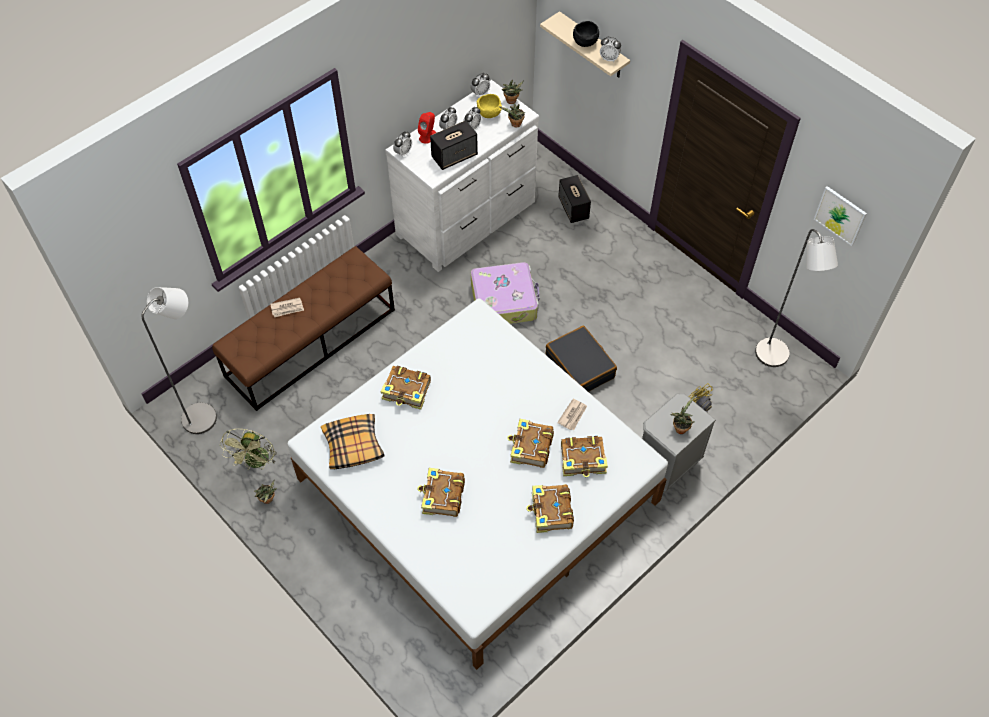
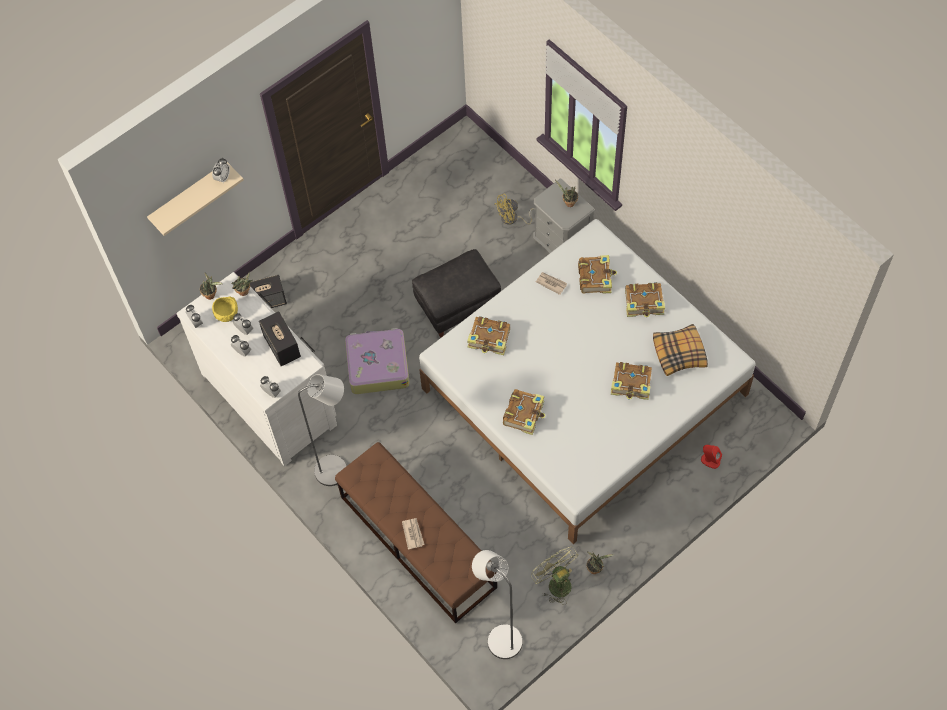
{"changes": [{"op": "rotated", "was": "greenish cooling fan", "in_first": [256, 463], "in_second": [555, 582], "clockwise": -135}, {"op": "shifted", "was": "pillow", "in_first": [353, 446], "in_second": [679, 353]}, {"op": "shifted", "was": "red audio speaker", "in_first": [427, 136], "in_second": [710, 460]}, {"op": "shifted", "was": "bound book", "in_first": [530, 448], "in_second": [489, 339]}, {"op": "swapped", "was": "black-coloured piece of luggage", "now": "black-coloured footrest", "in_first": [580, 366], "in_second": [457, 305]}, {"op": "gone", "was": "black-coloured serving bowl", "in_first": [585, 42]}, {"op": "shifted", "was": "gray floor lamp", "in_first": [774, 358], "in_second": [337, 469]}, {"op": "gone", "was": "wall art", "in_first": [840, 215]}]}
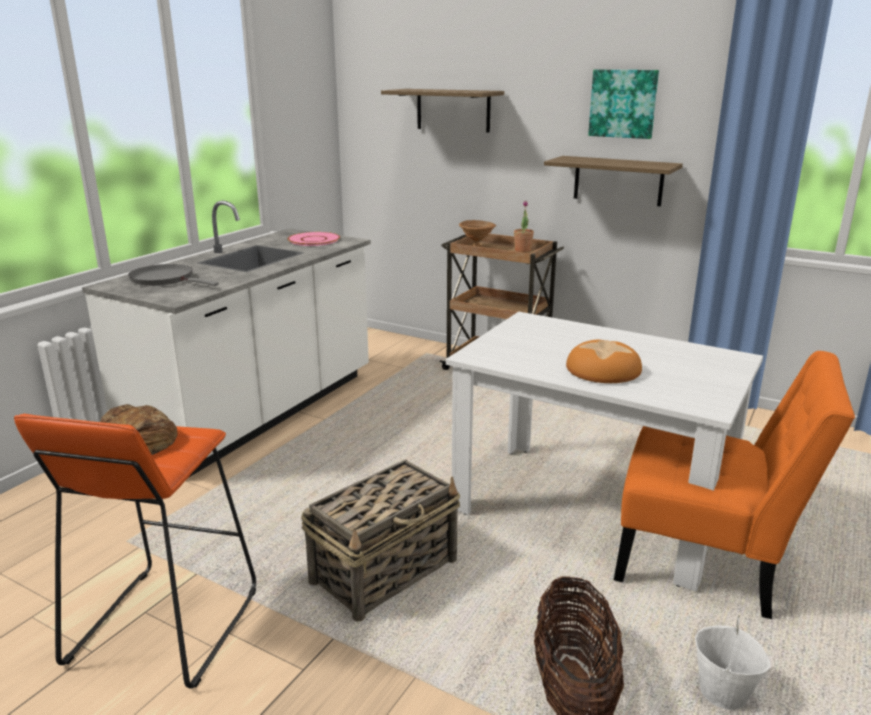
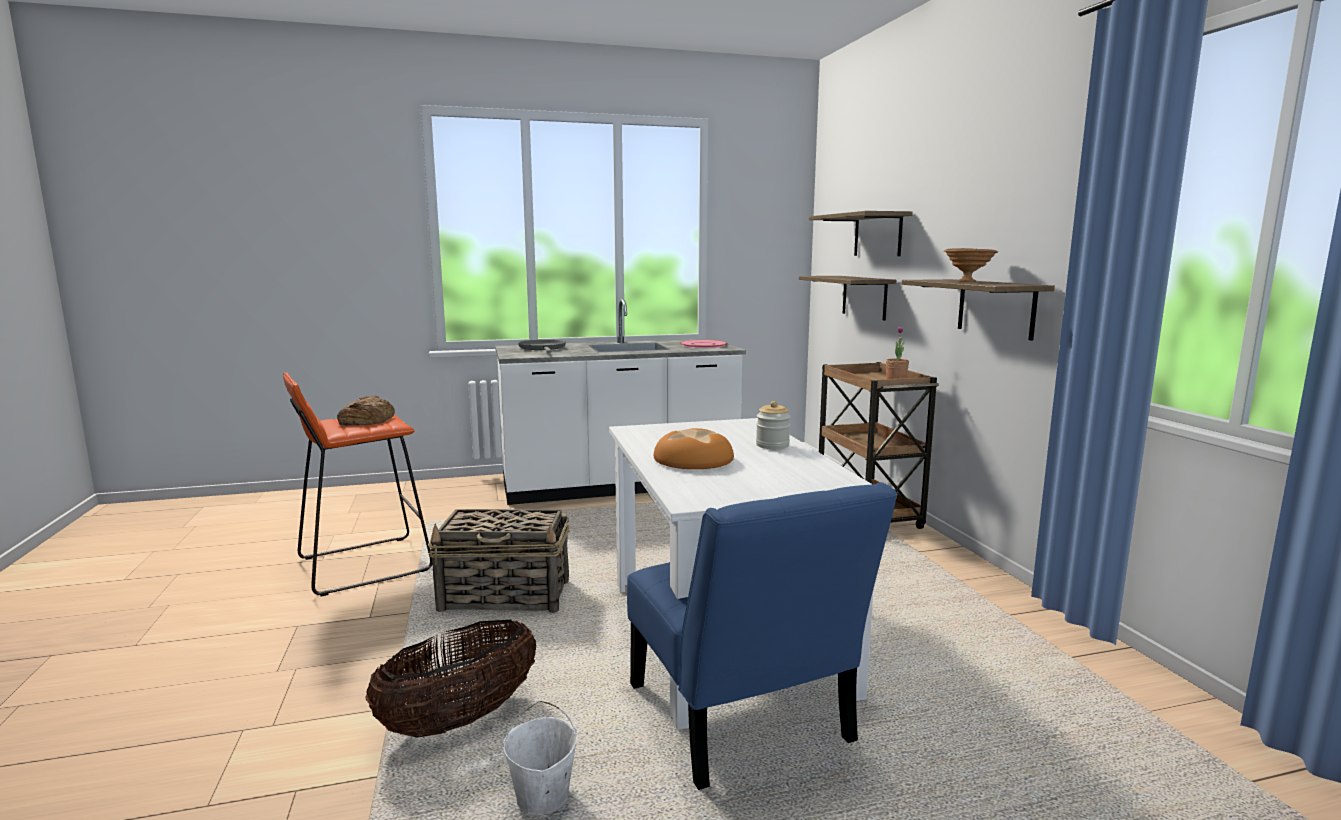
{"changes": [{"op": "shifted", "was": "brown-coloured serving bowl", "in_first": [477, 247], "in_second": [968, 282]}, {"op": "gone", "was": "wall art", "in_first": [623, 103]}, {"op": "repainted", "was": "orangey plain chair", "now": "blue-coloured plain chair", "in_first": [707, 561], "in_second": [742, 720]}, {"op": "new", "now": "preserve jar", "in_second": [772, 445]}, {"op": "new", "now": "bracket shelf", "in_second": [864, 297]}]}
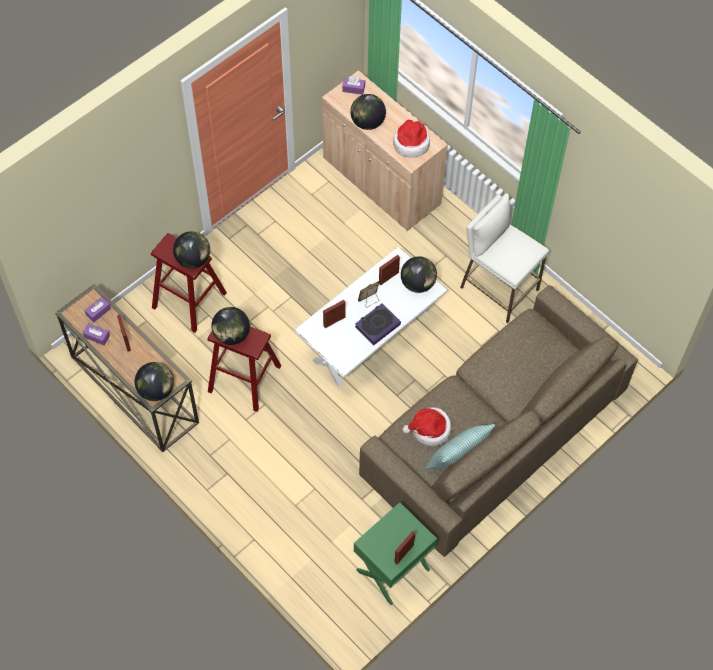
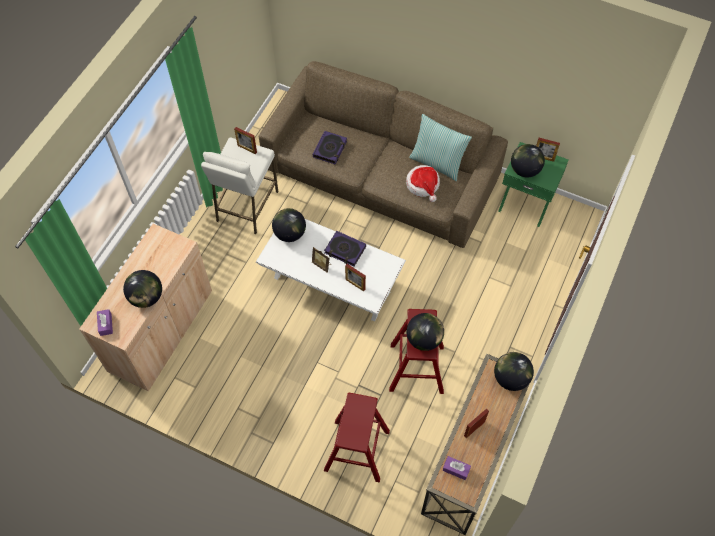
{"changes": [{"op": "gone", "was": "purple box of tissues", "in_first": [97, 336]}, {"op": "shifted", "was": "desk globe", "in_first": [193, 259], "in_second": [525, 170]}, {"op": "shifted", "was": "picture frame", "in_first": [388, 278], "in_second": [247, 149]}, {"op": "gone", "was": "wearable hat", "in_first": [411, 143]}, {"op": "new", "now": "bound book", "in_second": [330, 149]}]}
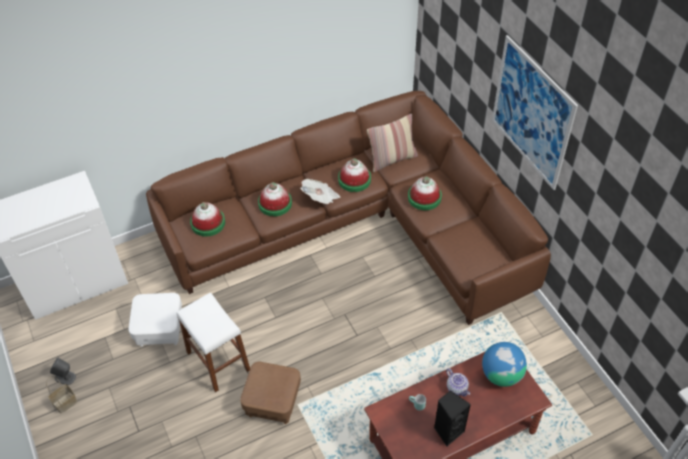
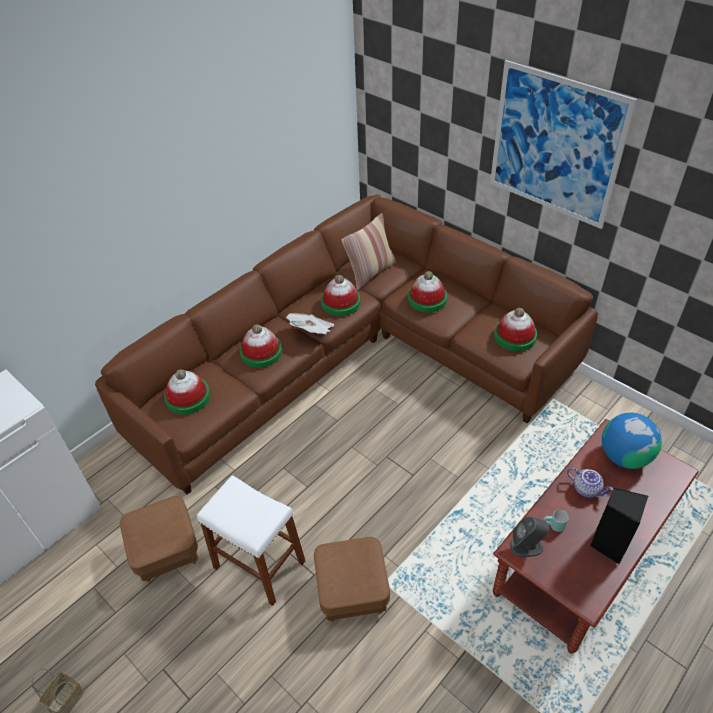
{"changes": [{"op": "shifted", "was": "gray audio speaker", "in_first": [65, 377], "in_second": [527, 546]}, {"op": "repainted", "was": "white footrest", "now": "brown-coloured footrest", "in_first": [160, 330], "in_second": [166, 551]}, {"op": "new", "now": "wearable hat", "in_second": [514, 336]}]}
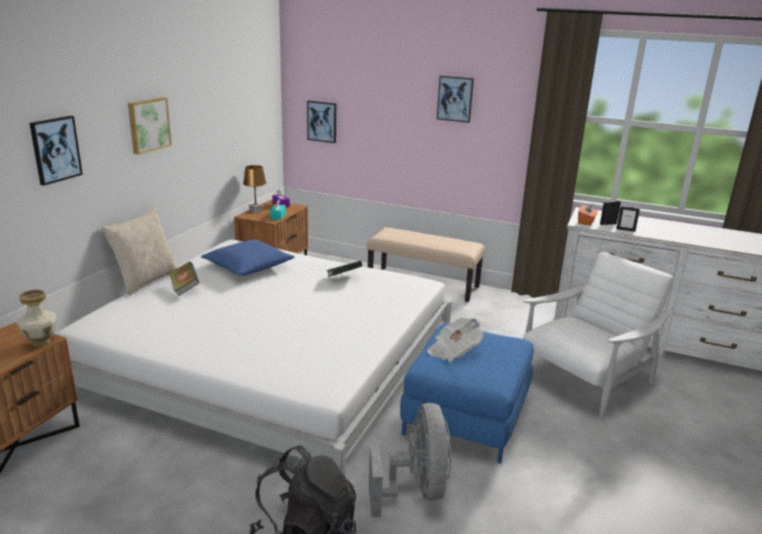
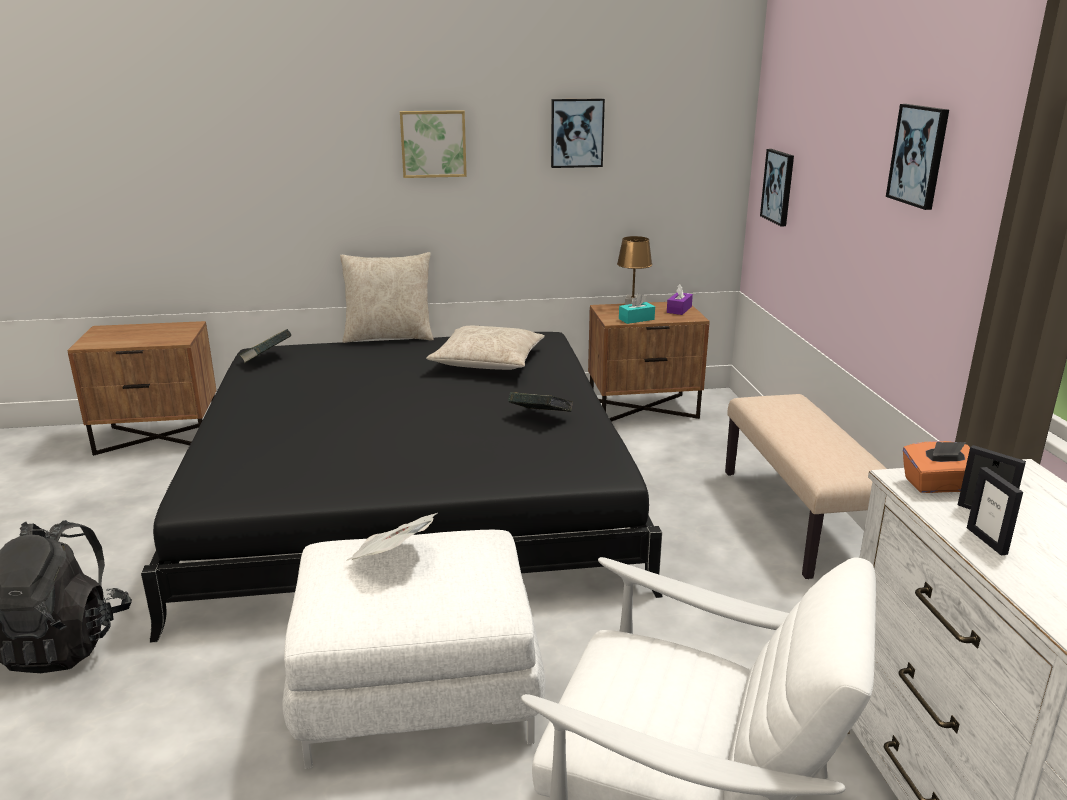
{"changes": [{"op": "gone", "was": "decorative vase", "in_first": [41, 342]}, {"op": "shifted", "was": "wall art", "in_first": [55, 149], "in_second": [577, 133]}, {"op": "repainted", "was": "white bedroom bed", "now": "black-coloured bedroom bed", "in_first": [271, 363], "in_second": [411, 491]}, {"op": "shifted", "was": "bound book", "in_first": [184, 288], "in_second": [267, 360]}, {"op": "repainted", "was": "blue-coloured pillow", "now": "sand-coloured pillow", "in_first": [248, 266], "in_second": [487, 361]}, {"op": "gone", "was": "gray cooling fan", "in_first": [416, 490]}, {"op": "repainted", "was": "blue-coloured footrest", "now": "white footrest", "in_first": [465, 415], "in_second": [419, 688]}]}
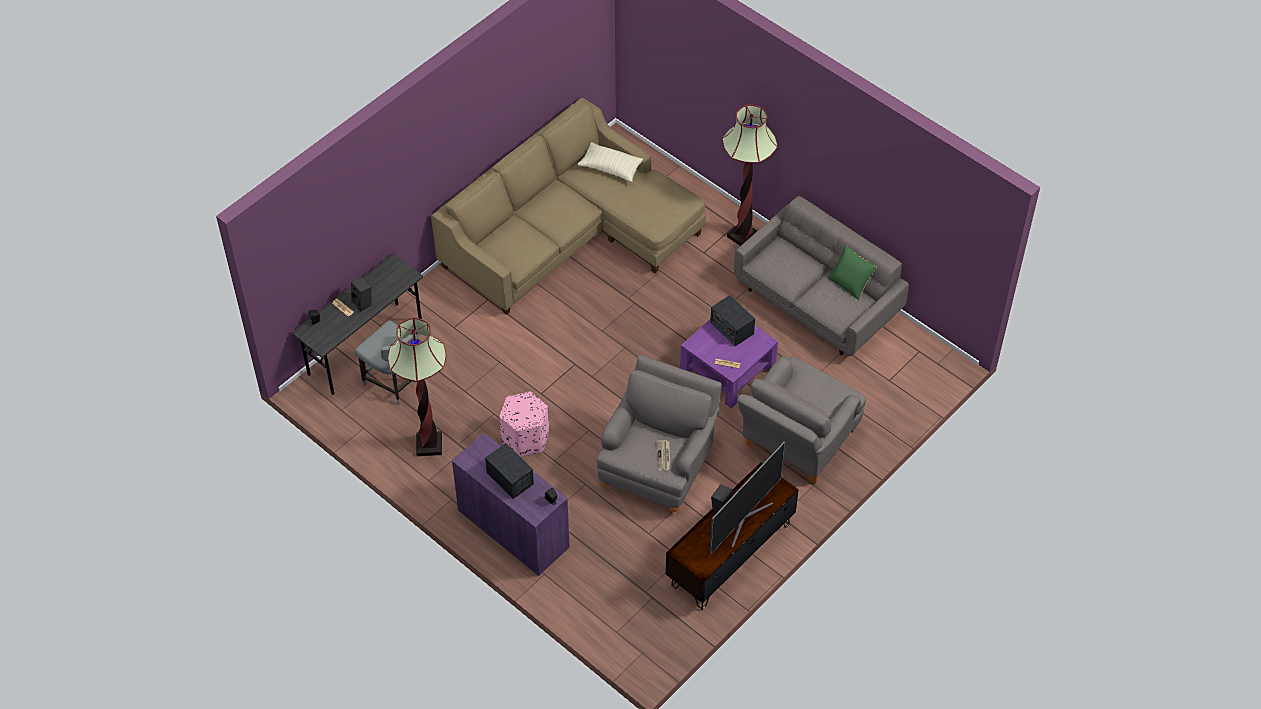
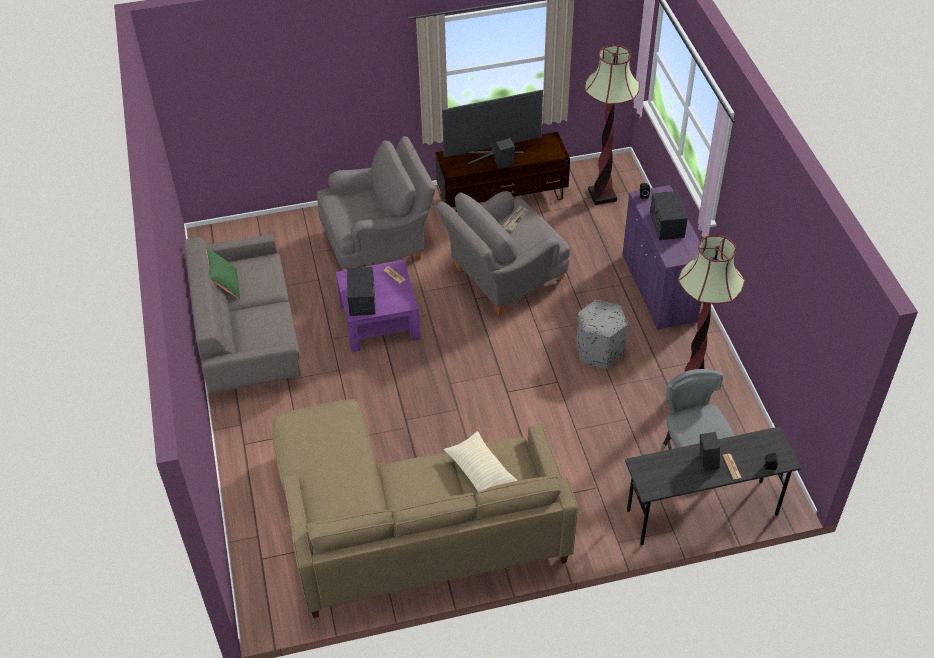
{"changes": [{"op": "repainted", "was": "pink footrest", "now": "gray footrest", "in_first": [525, 438], "in_second": [599, 351]}, {"op": "shifted", "was": "sand-coloured pillow", "in_first": [611, 167], "in_second": [480, 471]}, {"op": "shifted", "was": "floor lamp", "in_first": [743, 236], "in_second": [602, 195]}]}
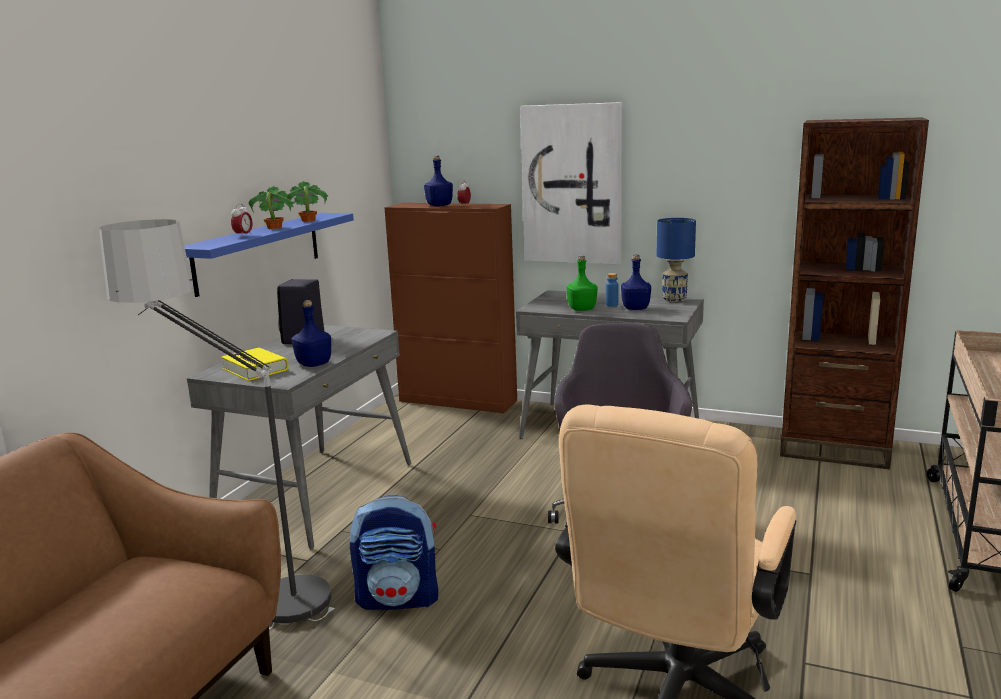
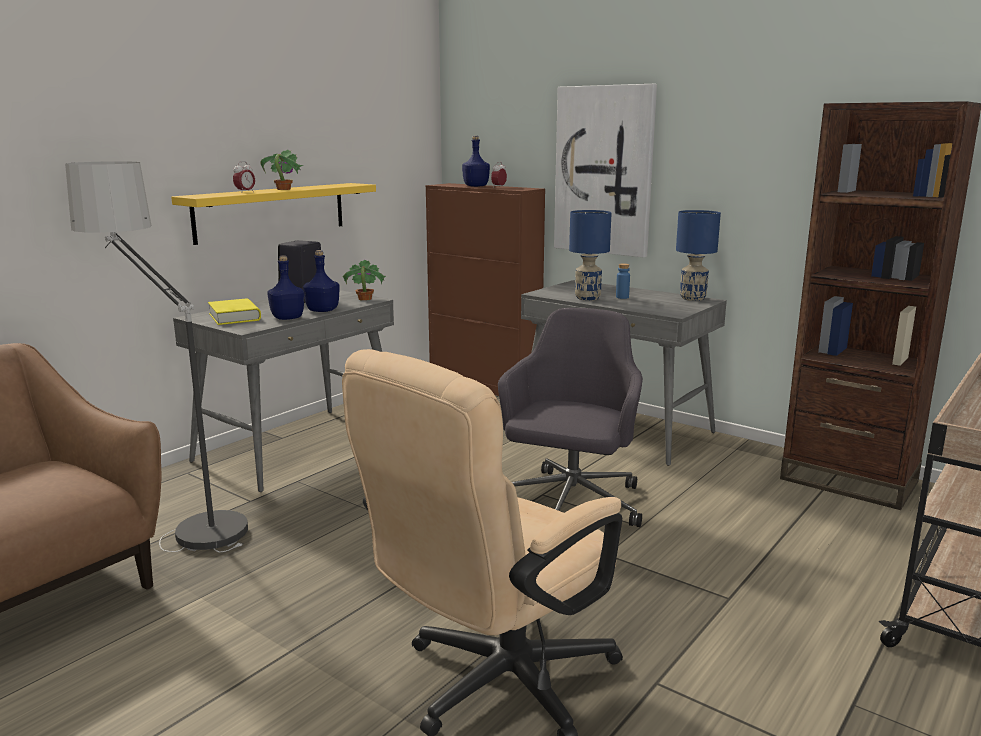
{"changes": [{"op": "repainted", "was": "blue-coloured bracket shelf", "now": "yellow-coloured bracket shelf", "in_first": [259, 252], "in_second": [271, 212]}, {"op": "shifted", "was": "houseplant", "in_first": [308, 221], "in_second": [364, 299]}, {"op": "gone", "was": "backpack", "in_first": [399, 599]}, {"op": "swapped", "was": "greenish bottle", "now": "blue-coloured table lamp", "in_first": [582, 309], "in_second": [588, 298]}, {"op": "shifted", "was": "blue-coloured bottle", "in_first": [635, 308], "in_second": [323, 310]}]}
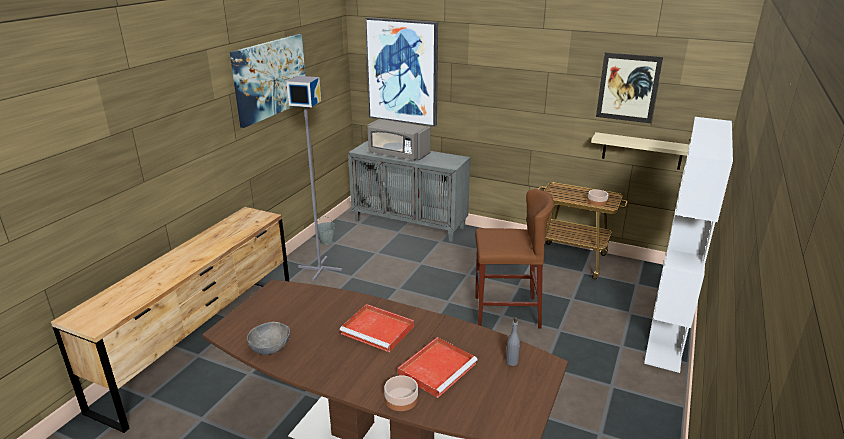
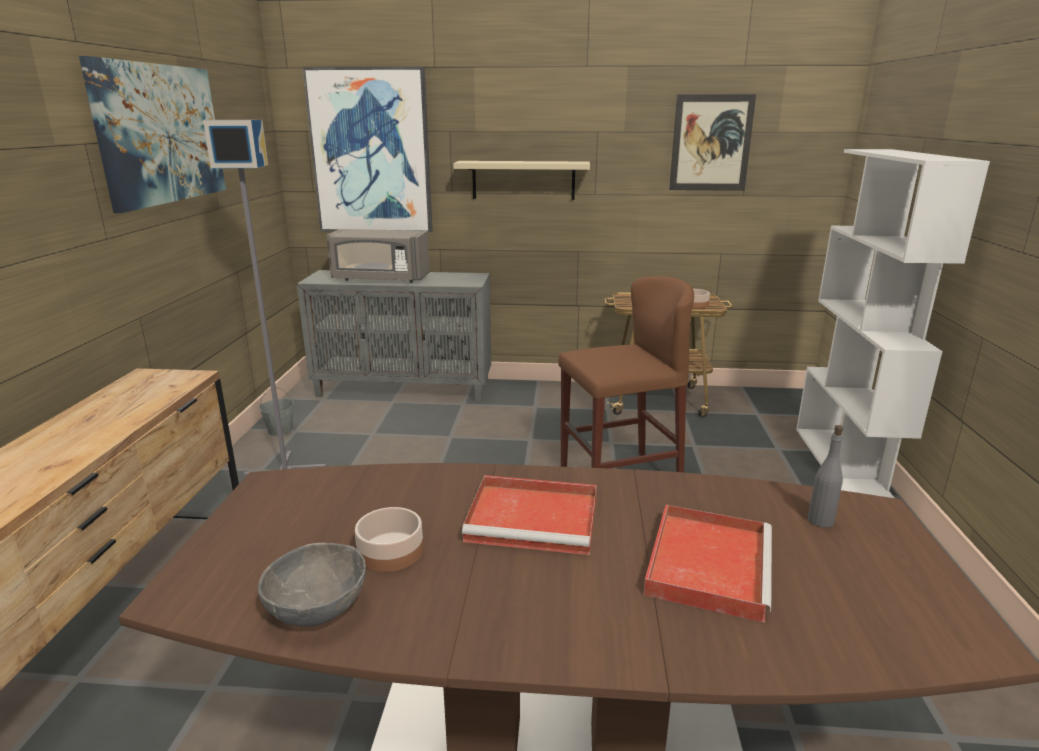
{"changes": [{"op": "shifted", "was": "serving bowl", "in_first": [401, 399], "in_second": [391, 551]}, {"op": "shifted", "was": "sand-coloured bracket shelf", "in_first": [642, 151], "in_second": [523, 180]}]}
